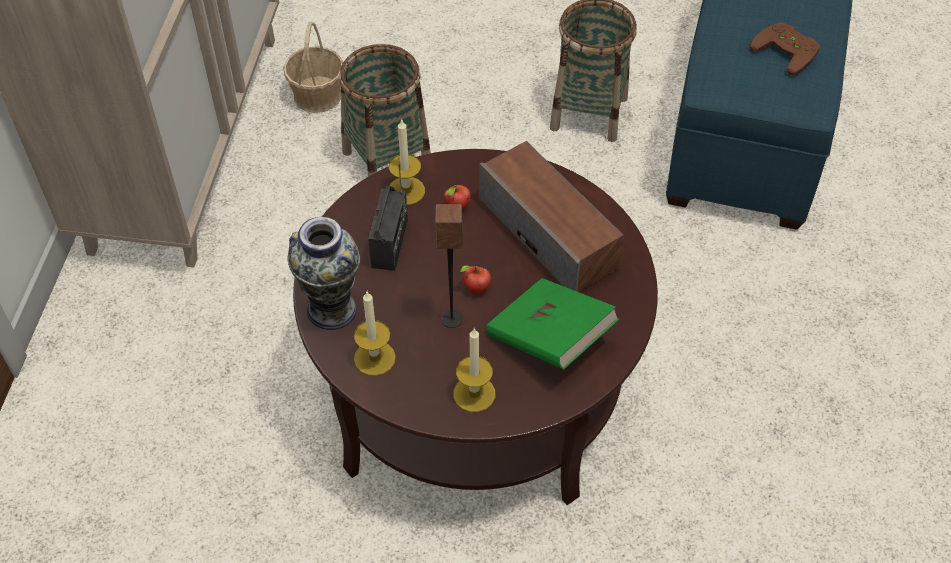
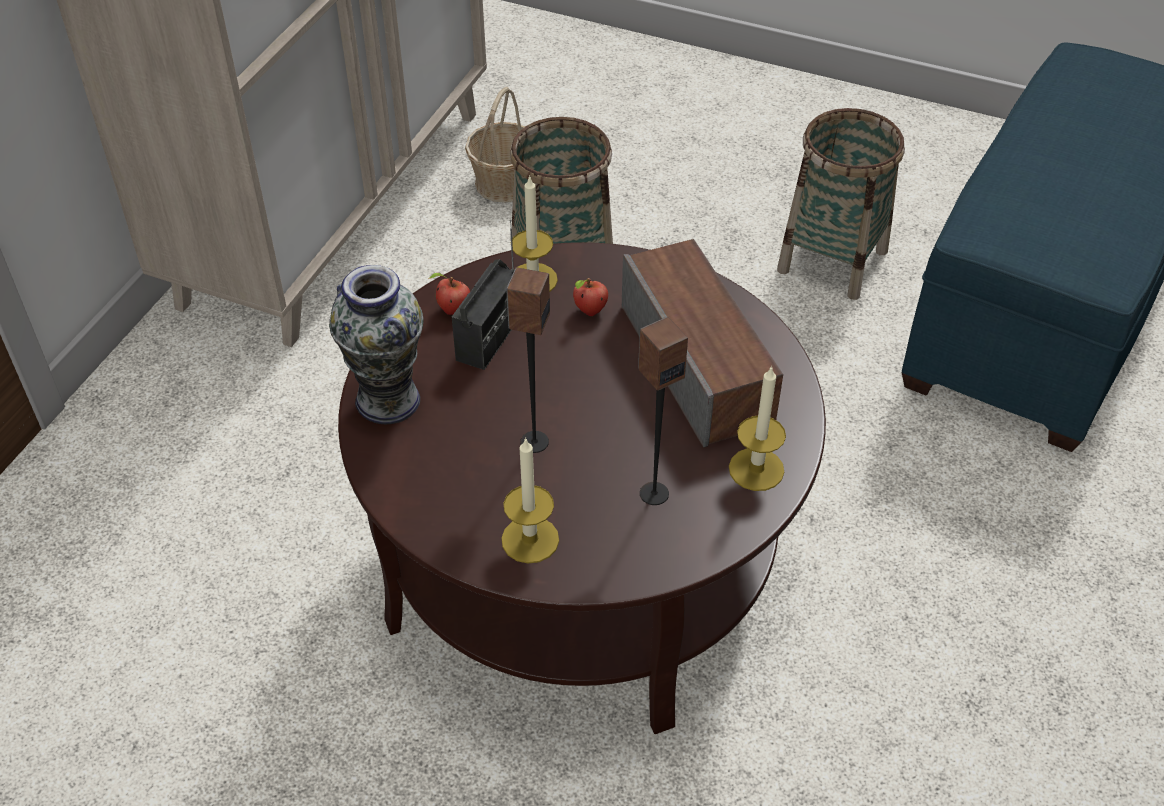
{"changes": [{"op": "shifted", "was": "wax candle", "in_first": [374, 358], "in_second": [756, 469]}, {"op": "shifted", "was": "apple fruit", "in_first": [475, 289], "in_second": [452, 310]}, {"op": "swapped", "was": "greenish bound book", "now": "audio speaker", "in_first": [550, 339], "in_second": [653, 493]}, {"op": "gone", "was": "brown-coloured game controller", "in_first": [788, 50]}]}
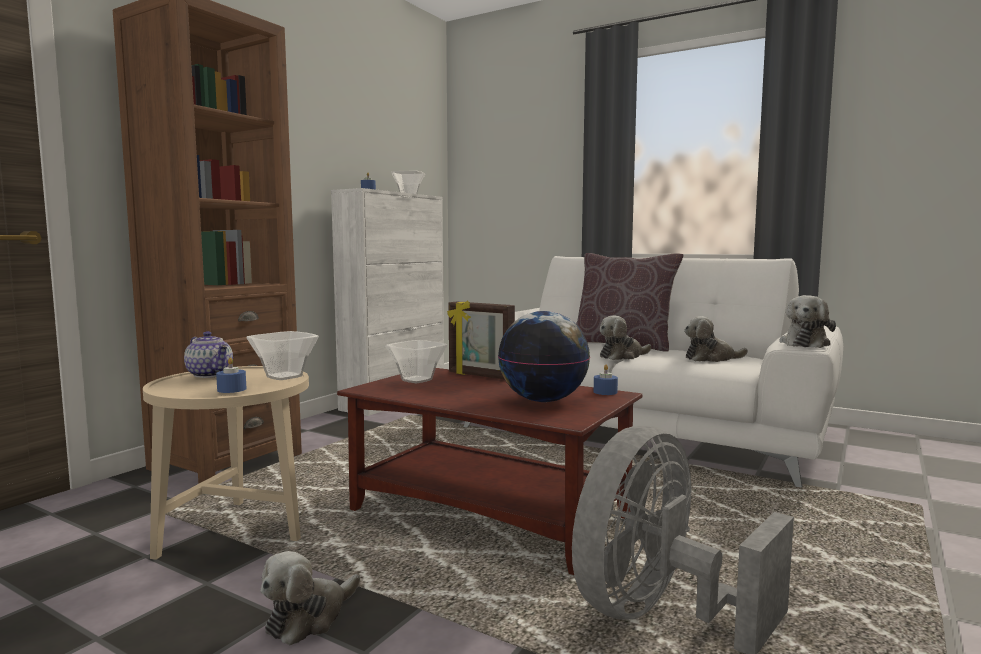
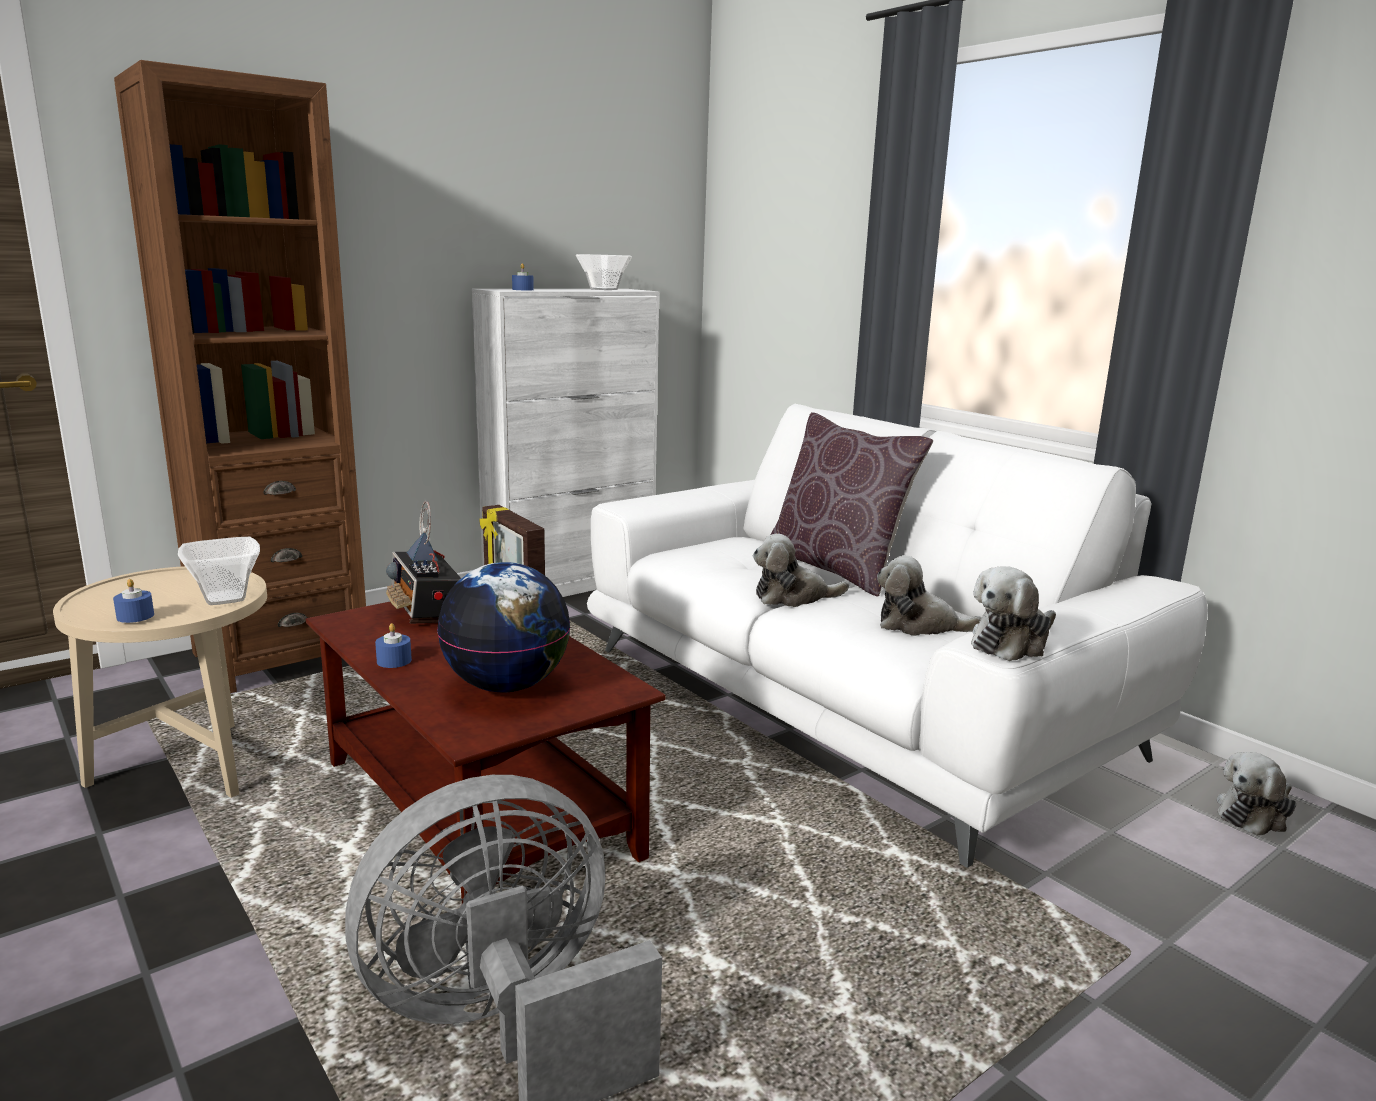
{"changes": [{"op": "gone", "was": "teapot", "in_first": [211, 374]}, {"op": "shifted", "was": "soft toy", "in_first": [309, 617], "in_second": [1254, 814]}, {"op": "swapped", "was": "serving bowl", "now": "radio set", "in_first": [418, 380], "in_second": [425, 612]}, {"op": "shifted", "was": "blue-coloured wax candle", "in_first": [605, 392], "in_second": [394, 661]}]}
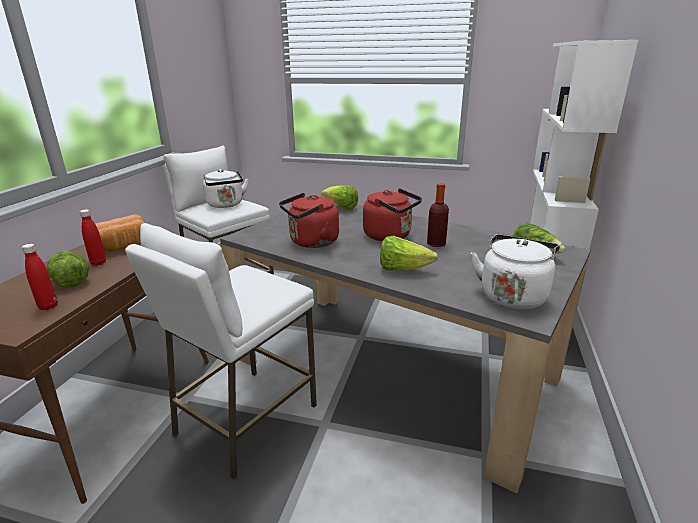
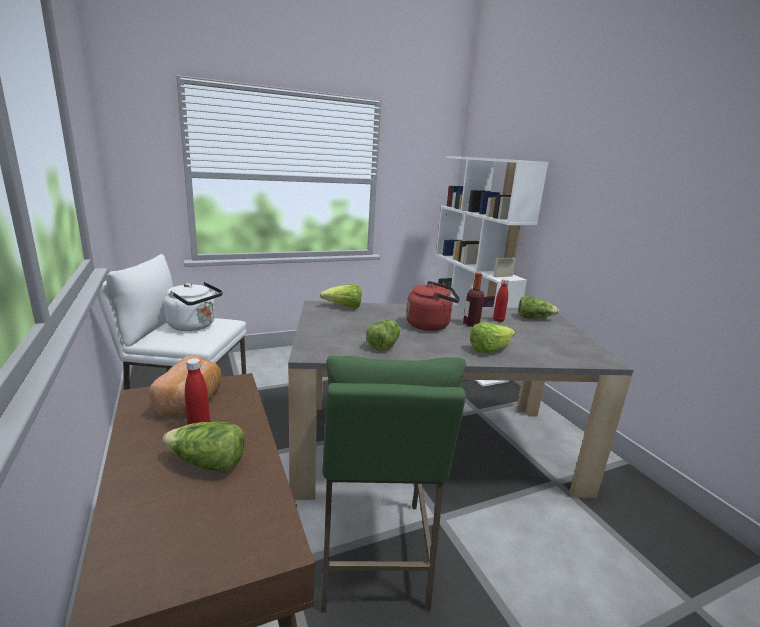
{"changes": [{"op": "shifted", "was": "red bottle", "in_first": [48, 306], "in_second": [498, 320]}, {"op": "repainted", "was": "white stool", "now": "greenish stool", "in_first": [245, 420], "in_second": [373, 552]}, {"op": "swapped", "was": "red kettle", "now": "lettuce", "in_first": [311, 242], "in_second": [383, 345]}, {"op": "gone", "was": "white kettle", "in_first": [513, 295]}]}
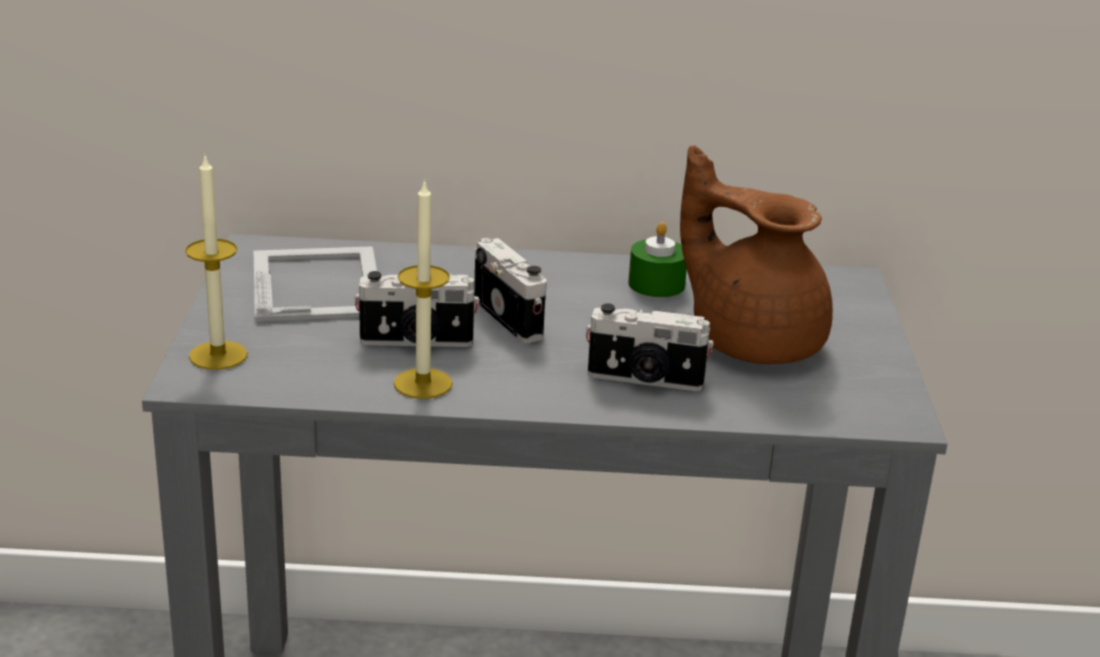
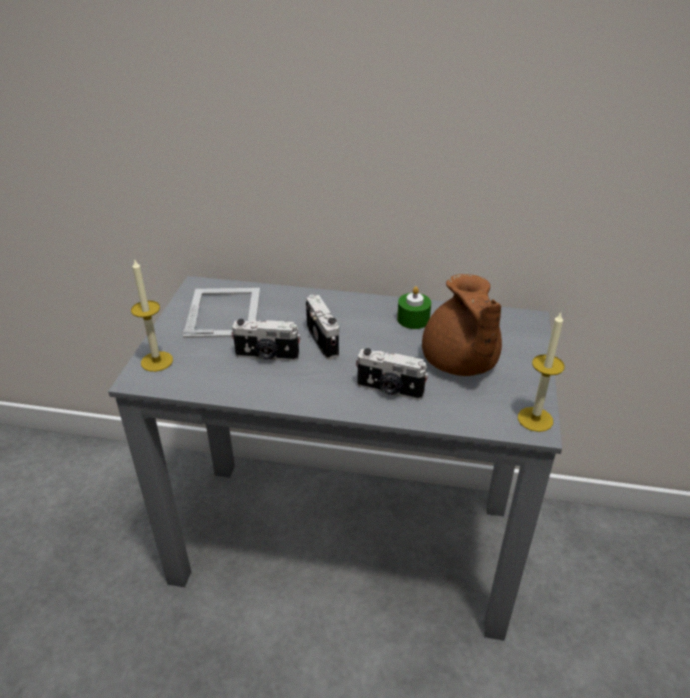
{"changes": [{"op": "shifted", "was": "wax candle", "in_first": [423, 383], "in_second": [535, 419]}, {"op": "rotated", "was": "brown-coloured teapot", "in_first": [752, 339], "in_second": [460, 362], "clockwise": -150}]}
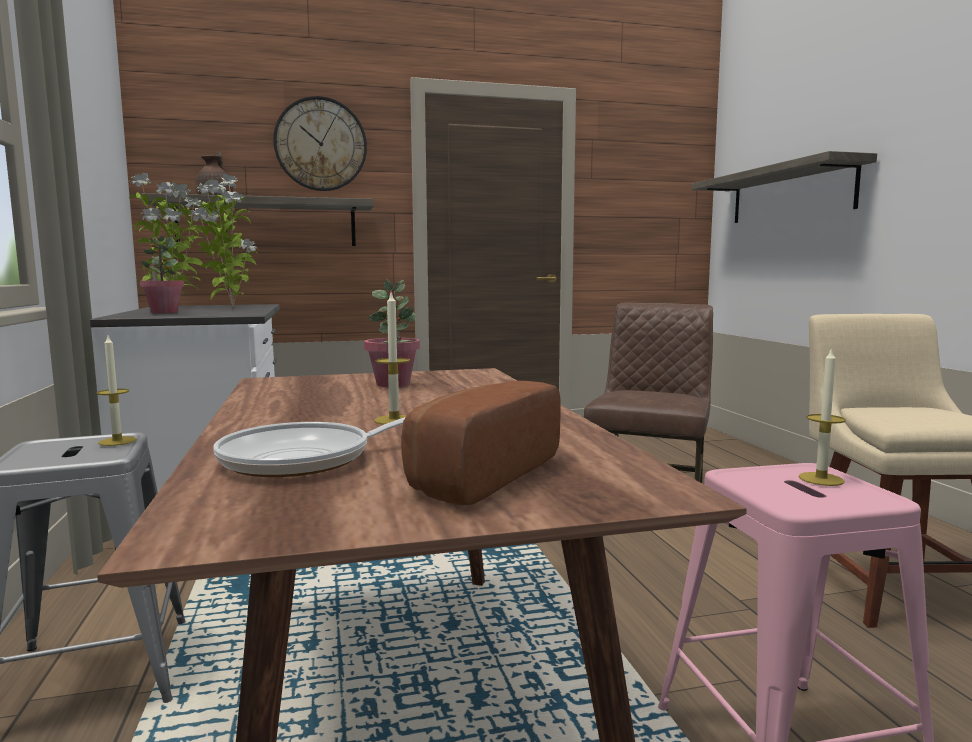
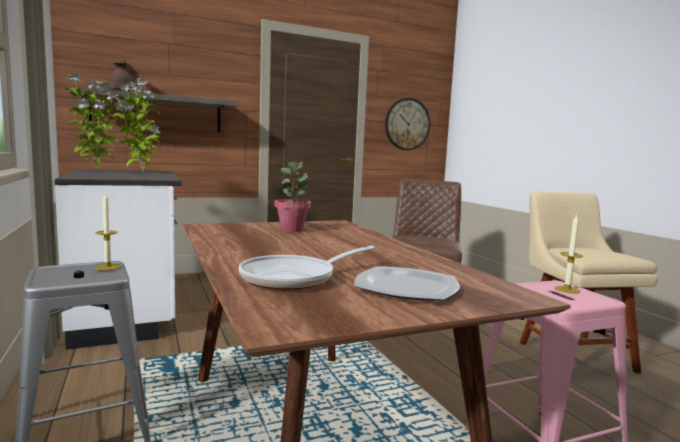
{"changes": [{"op": "gone", "was": "houseplant", "in_first": [164, 312]}, {"op": "shifted", "was": "wall clock", "in_first": [320, 144], "in_second": [407, 124]}, {"op": "gone", "was": "wax candle", "in_first": [394, 420]}, {"op": "swapped", "was": "bread", "now": "dinner plate", "in_first": [477, 474], "in_second": [407, 287]}, {"op": "gone", "was": "bracket shelf", "in_first": [790, 194]}]}
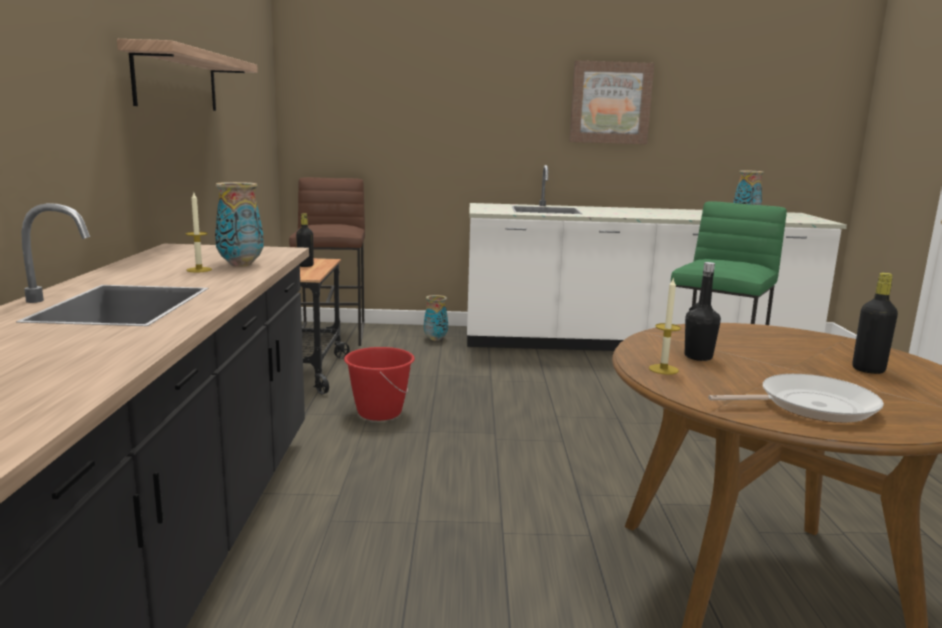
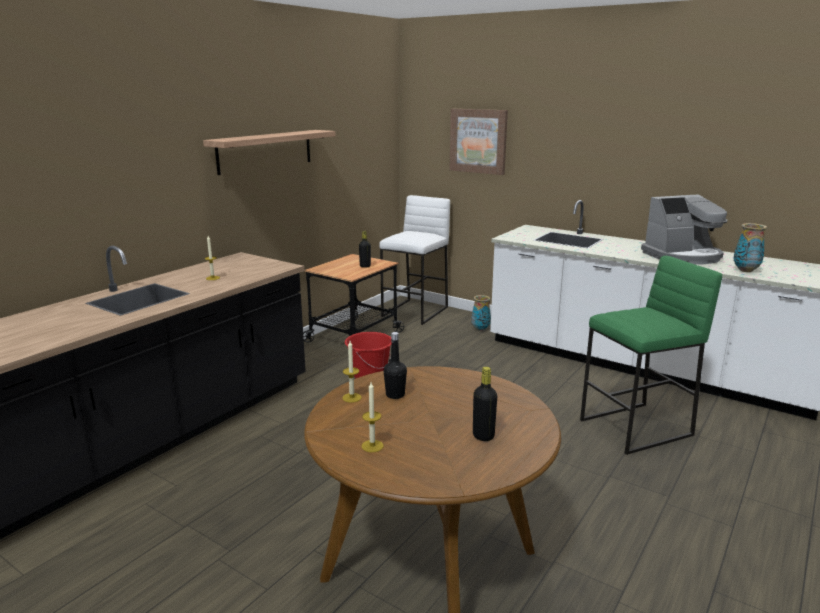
{"changes": [{"op": "gone", "was": "decorative vase", "in_first": [241, 264]}, {"op": "repainted", "was": "brown-coloured stool", "now": "white stool", "in_first": [332, 334], "in_second": [415, 312]}, {"op": "shifted", "was": "wall art", "in_first": [610, 103], "in_second": [478, 141]}, {"op": "swapped", "was": "frying pan", "now": "wax candle", "in_first": [810, 406], "in_second": [372, 446]}, {"op": "new", "now": "coffee maker", "in_second": [682, 256]}]}
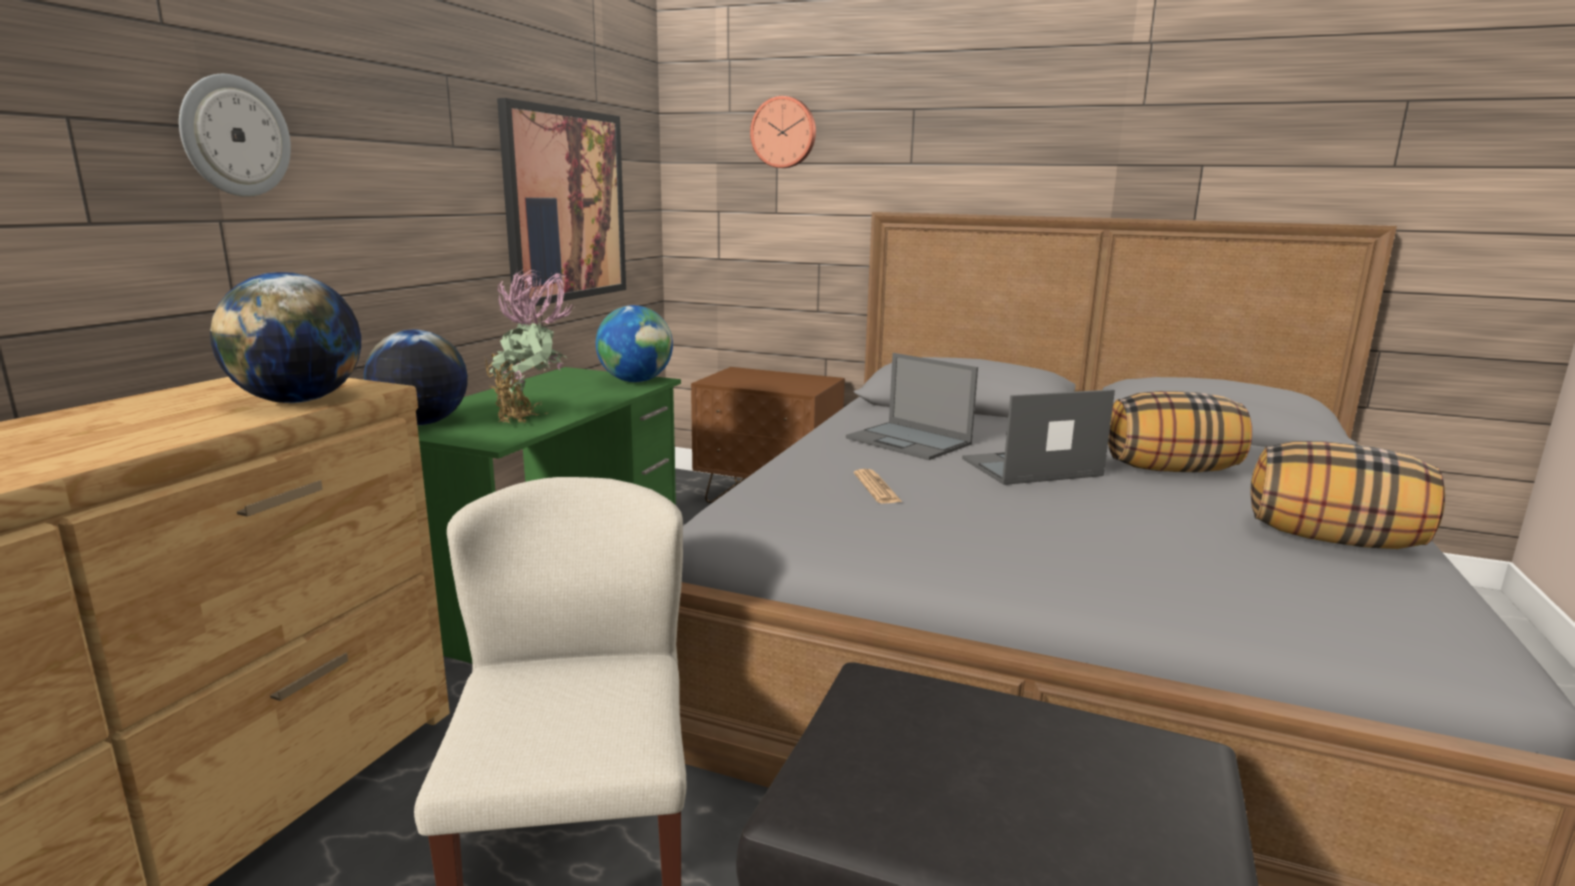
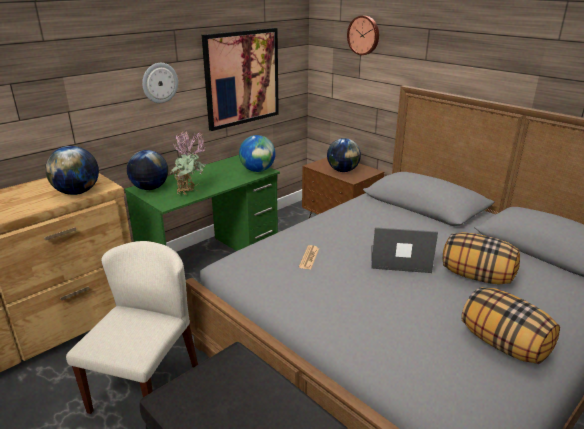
{"changes": [{"op": "shifted", "was": "wall clock", "in_first": [234, 136], "in_second": [159, 83]}, {"op": "gone", "was": "laptop", "in_first": [910, 441]}, {"op": "new", "now": "desk globe", "in_second": [343, 170]}]}
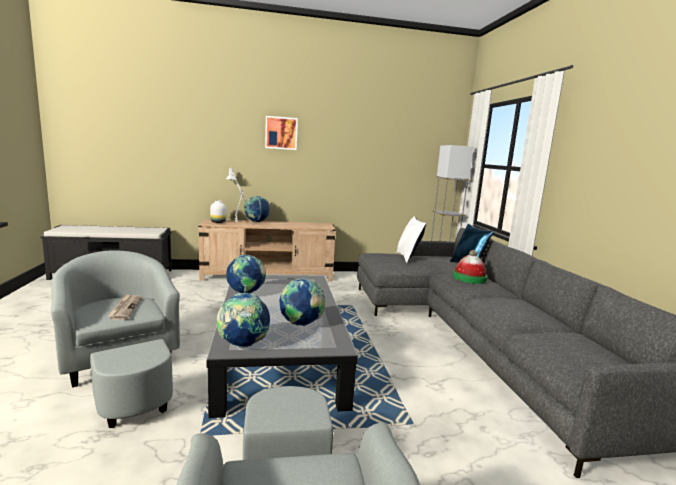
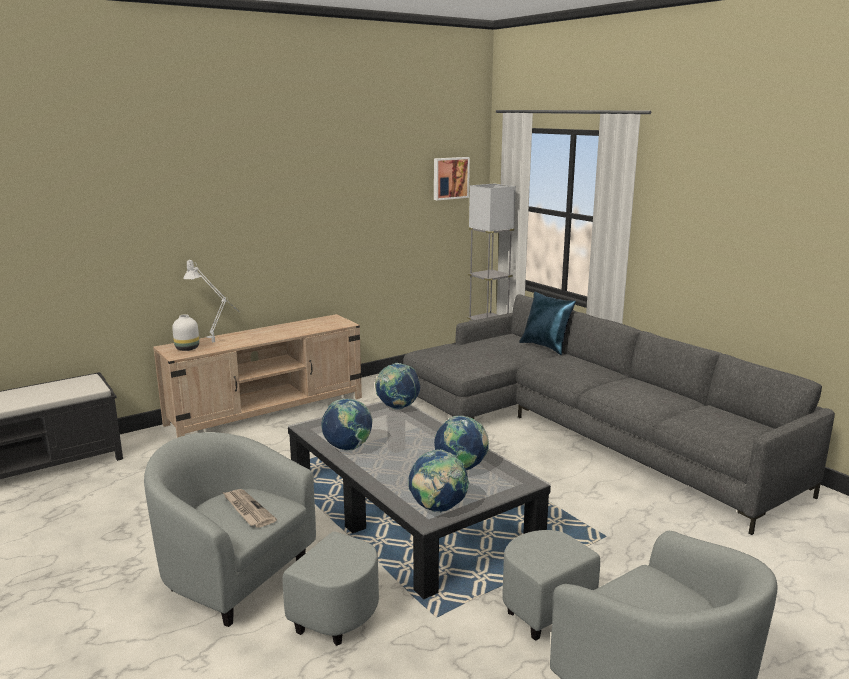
{"changes": [{"op": "shifted", "was": "desk globe", "in_first": [256, 222], "in_second": [397, 408]}, {"op": "shifted", "was": "wall art", "in_first": [281, 133], "in_second": [450, 178]}, {"op": "gone", "was": "white pillow", "in_first": [408, 258]}, {"op": "gone", "was": "wearable hat", "in_first": [469, 278]}]}
